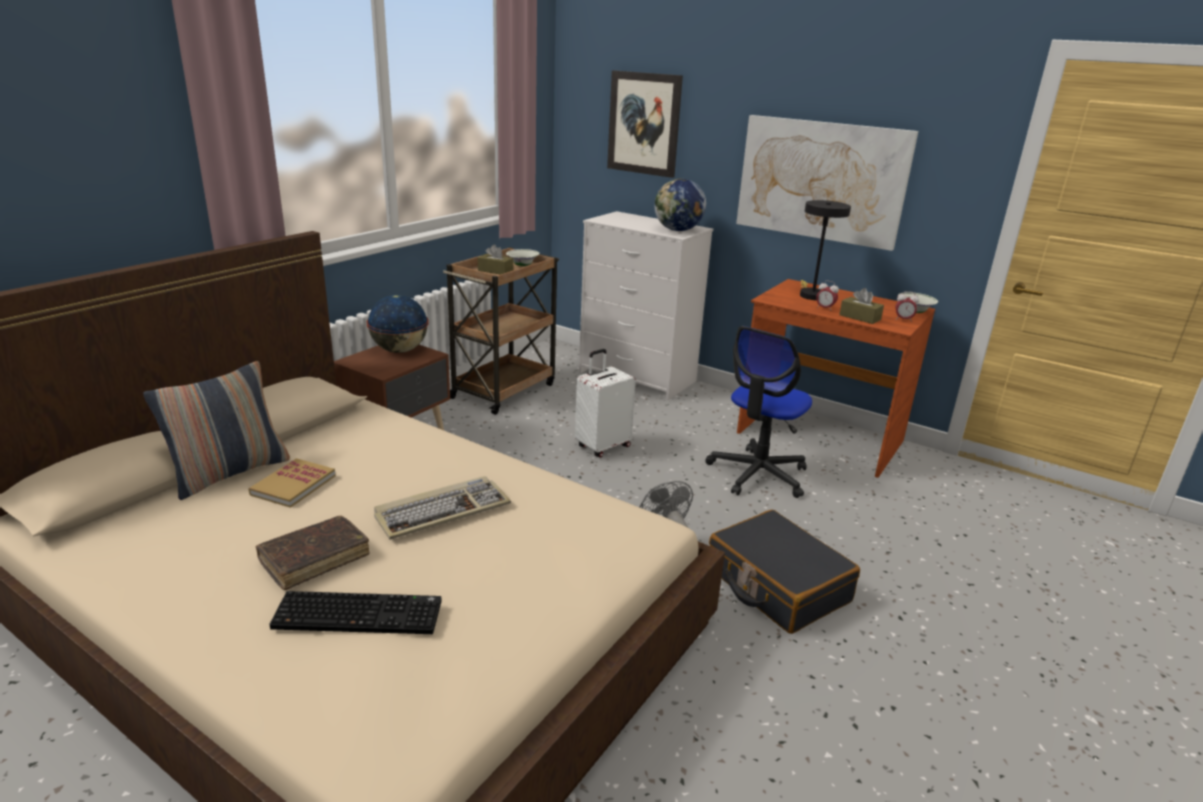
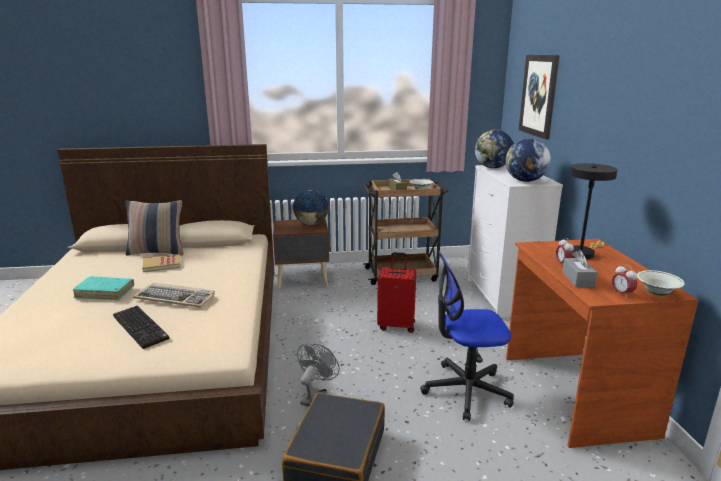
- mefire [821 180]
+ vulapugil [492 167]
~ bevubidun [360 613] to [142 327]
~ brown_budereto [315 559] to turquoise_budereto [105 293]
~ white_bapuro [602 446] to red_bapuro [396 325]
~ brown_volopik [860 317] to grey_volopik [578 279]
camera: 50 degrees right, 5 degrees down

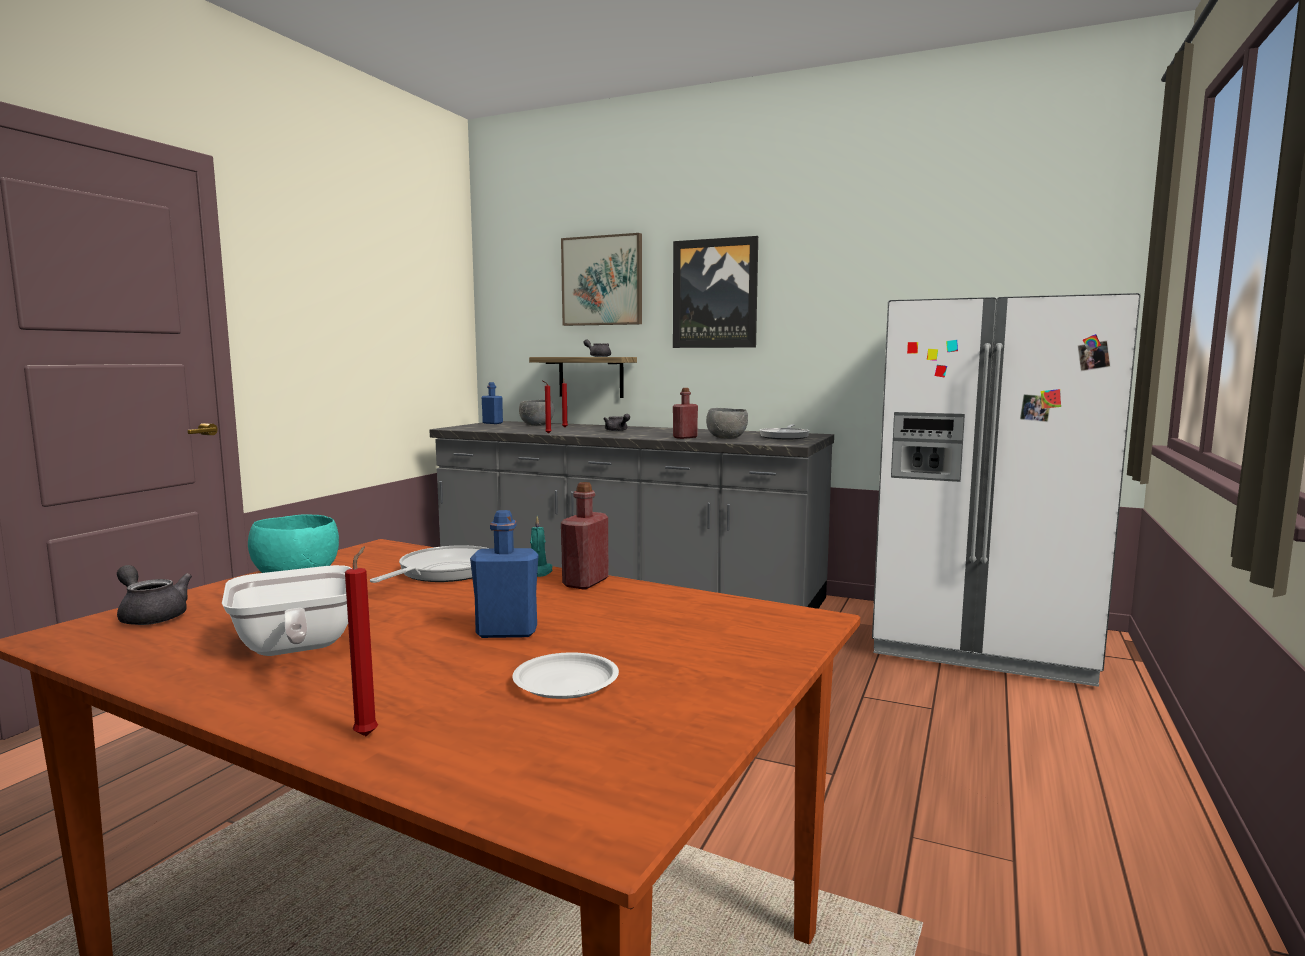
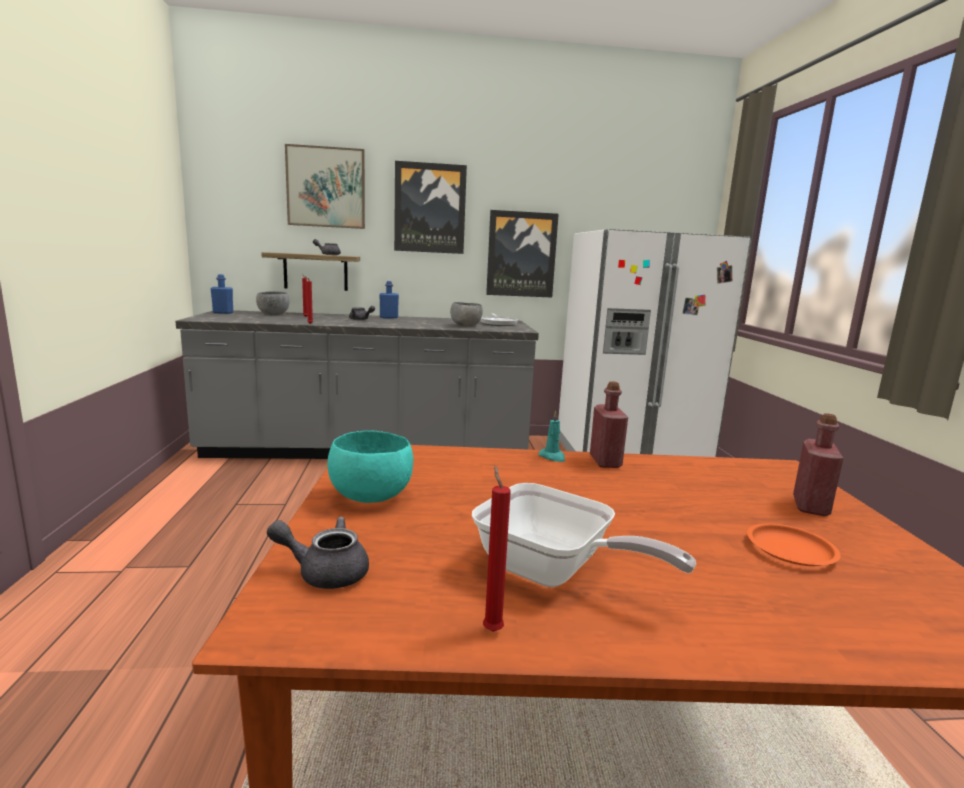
- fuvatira [444 572]
+ mefire [521 254]
~ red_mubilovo [368 734] to [491 629]
~ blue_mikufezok [507 632] to [389 317]
~ red_mikufezok [685 437] to [810 506]
~ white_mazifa [567 682] to orange_mazifa [790 549]
camera: 30 degrees left, 5 degrees up

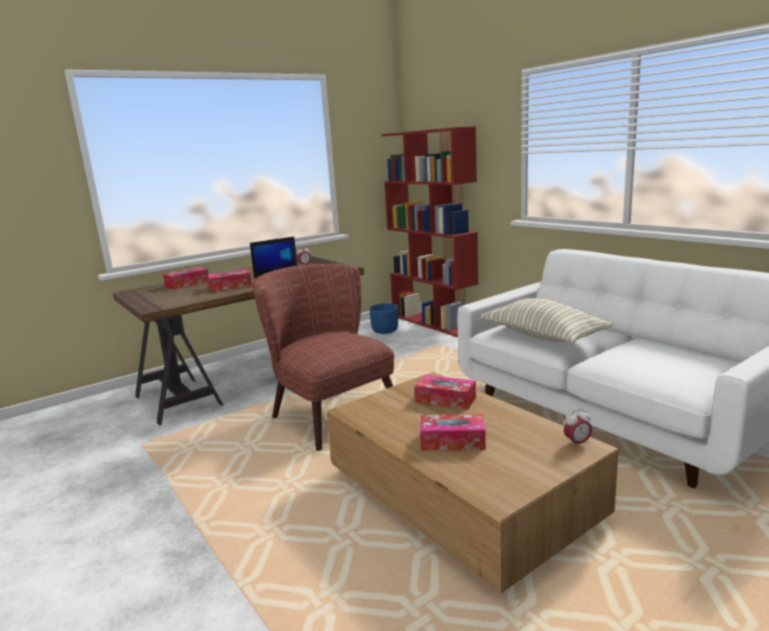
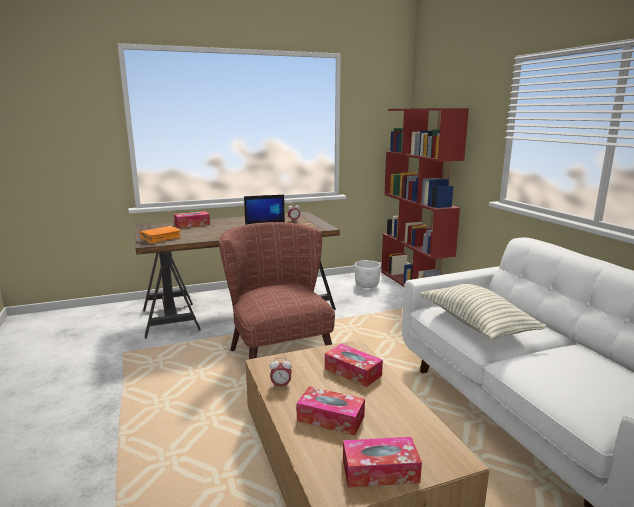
+ orange_budereto [161 239]
~ volopik [230 286] to [380 471]
~ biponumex [577 443] to [281 385]
~ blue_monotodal [385 331] to white_monotodal [367 285]
camera: 15 degrees right, 0 degrees up

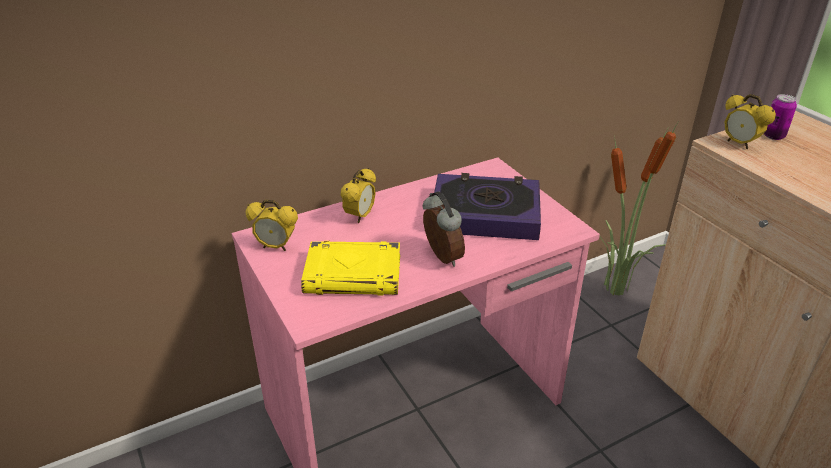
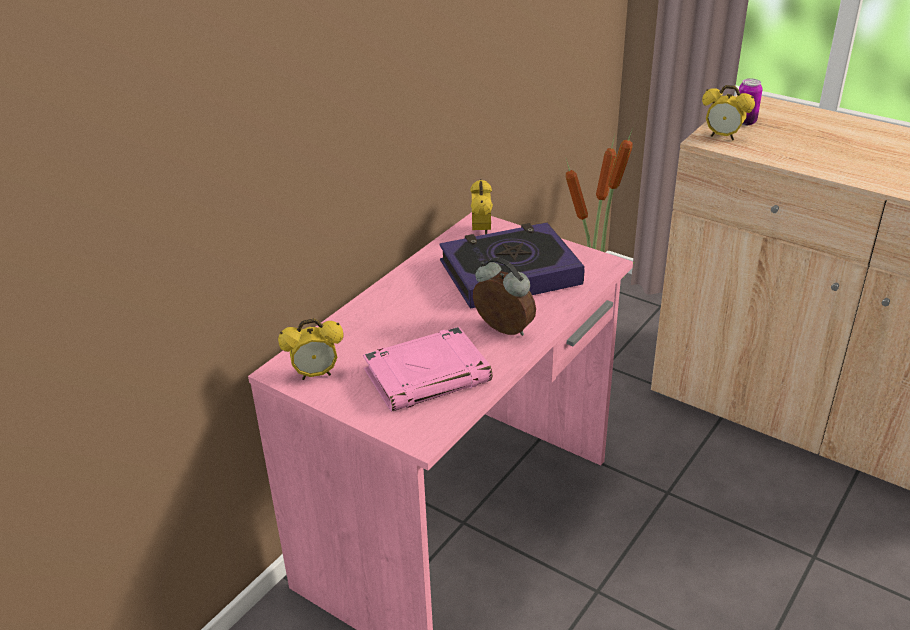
~ biponumex [360 217] to [481 232]
~ yellow_budereto [354 275] to pink_budereto [428 375]
camera: 25 degrees left, 0 degrees up

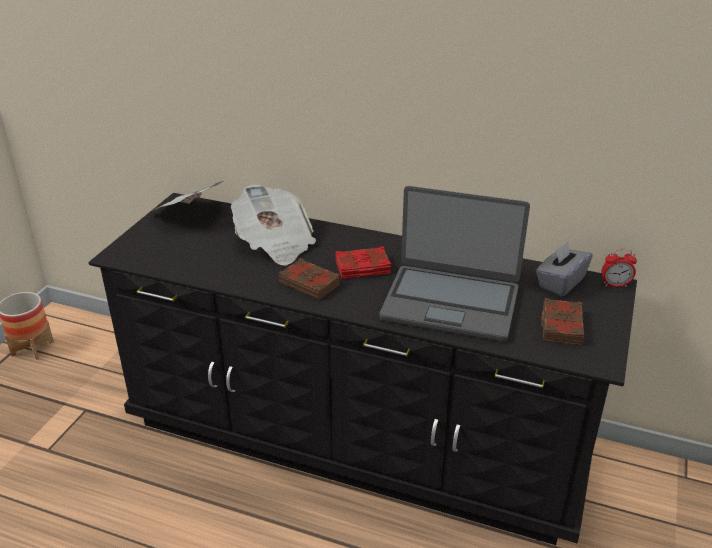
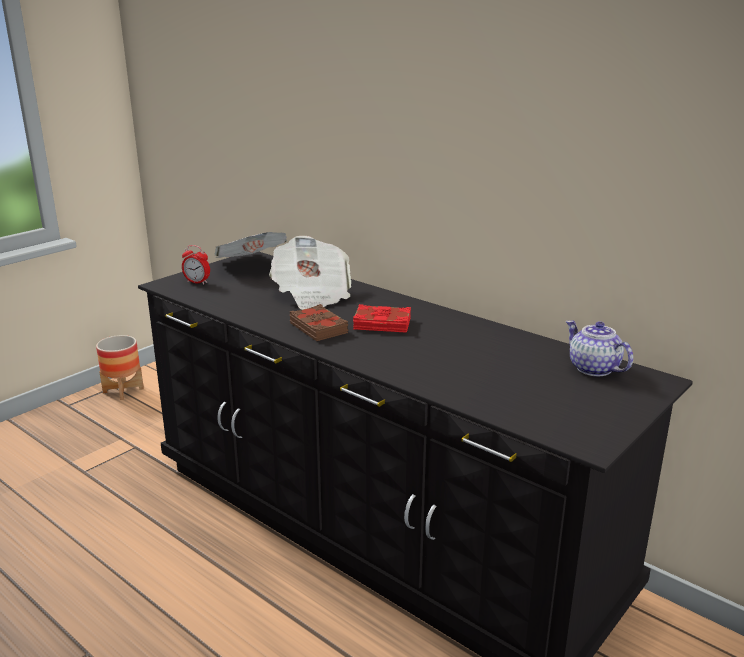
- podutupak [450 303]
- brown_budereto [560 326]
~ biponumex [615 285] to [197 282]
~ grey_volopik [560 283] to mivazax [593 368]
camera: 20 degrees right, 10 degrees down

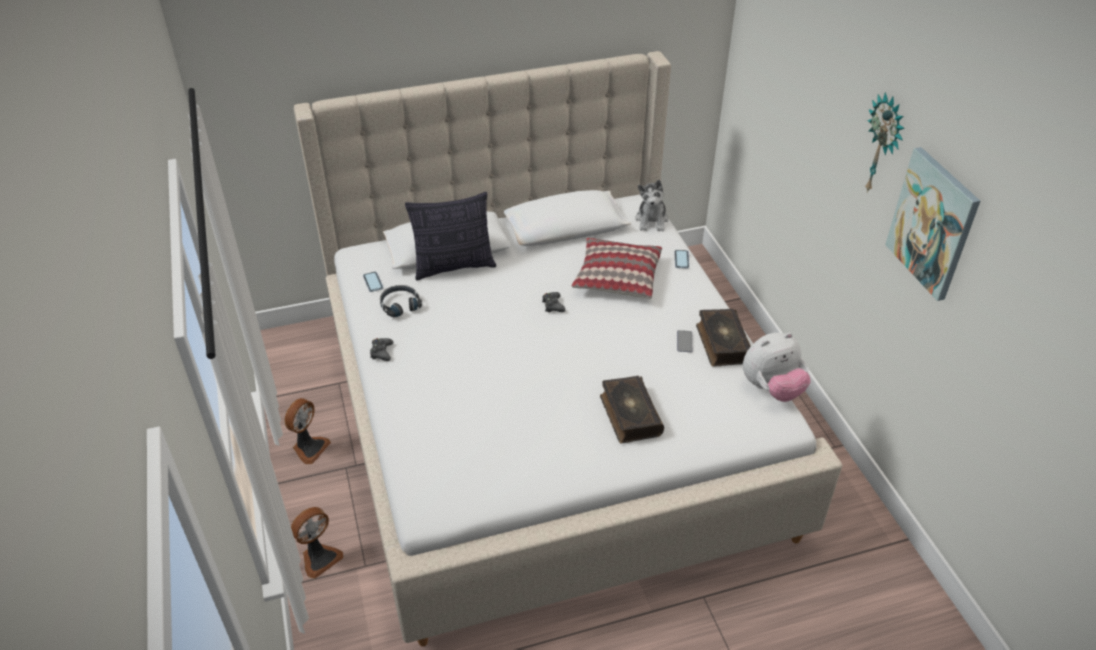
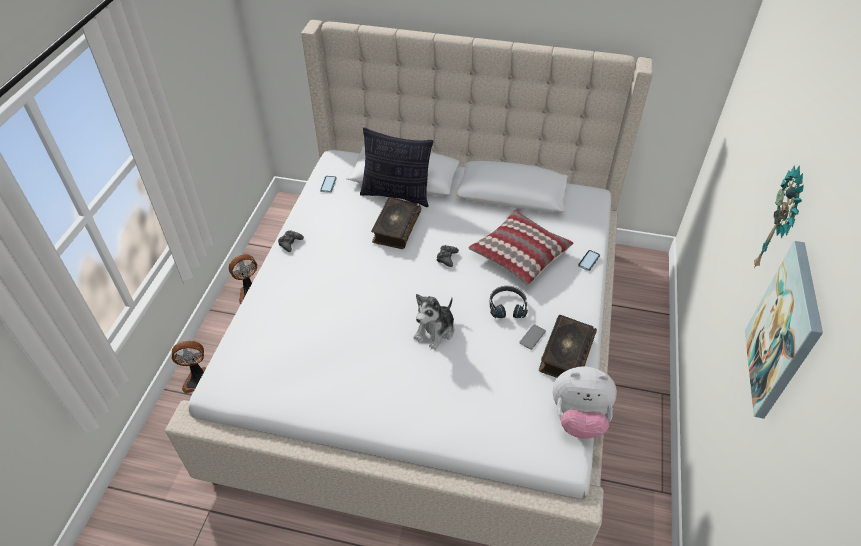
~ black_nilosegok [400 305] to [507 306]
~ budereto [629 415] to [395 228]
~ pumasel [652 220] to [435 331]
camera: 30 degrees right, 5 degrees up

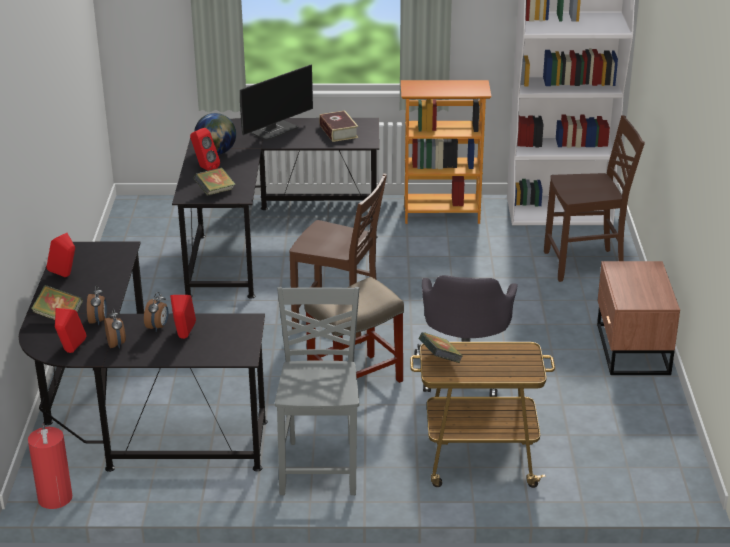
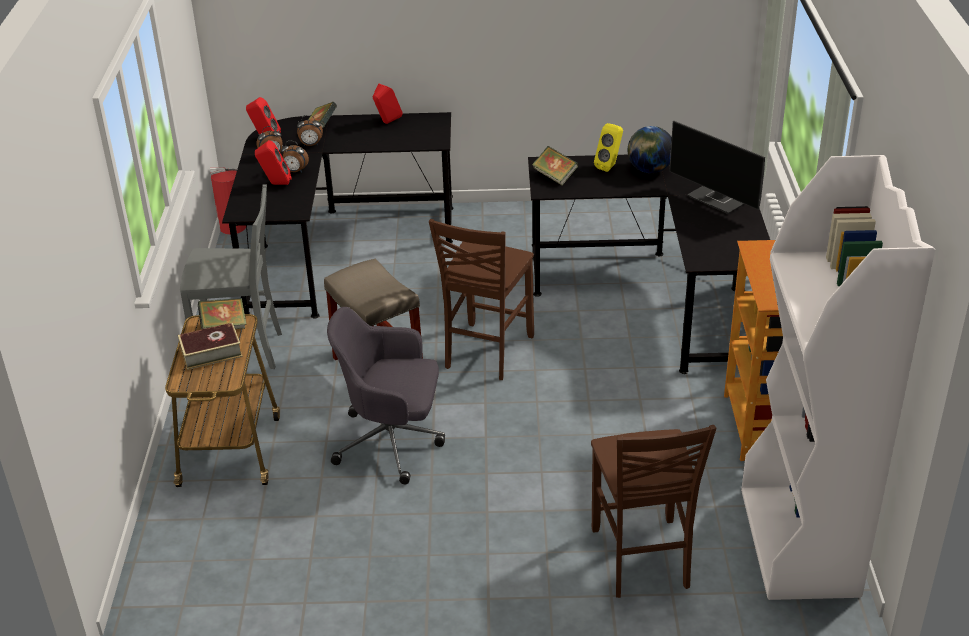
- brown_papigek [631 350]
~ budereto [338 131] to [211 352]
~ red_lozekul [204 168] to yellow_lozekul [609 166]
camera: 90 degrees right, 5 degrees up

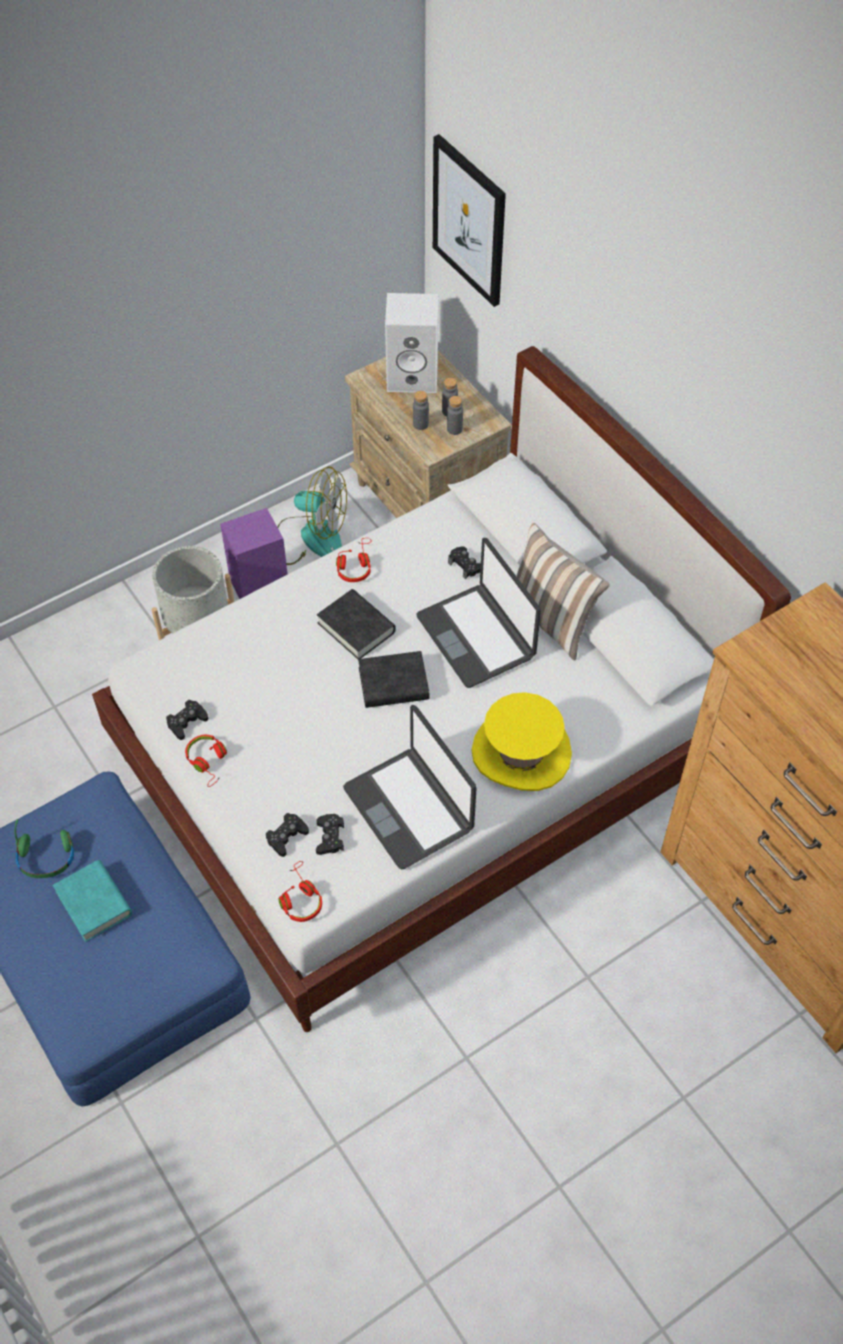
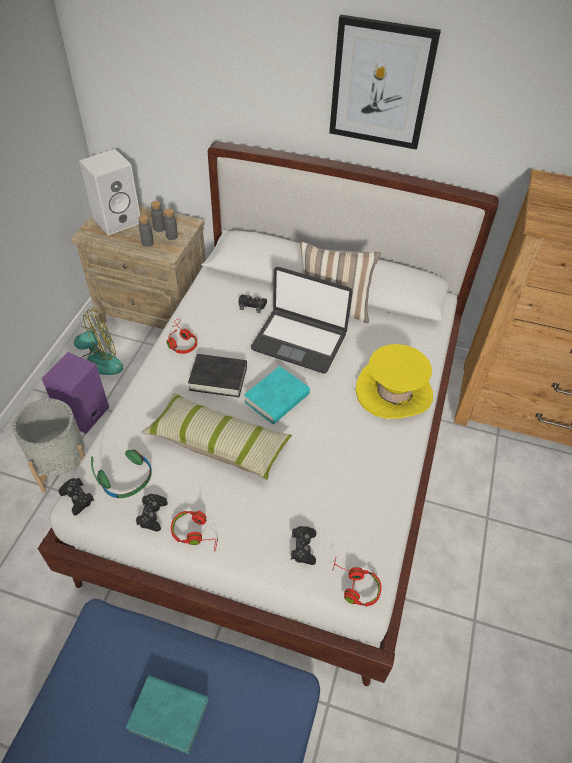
- podutupak [409 808]
+ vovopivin [218 443]
~ green_nilosegok [46 858] to [127 479]
~ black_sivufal [330 837] to [77 498]
~ mefire [469 220] to [381 84]
~ black_budereto [393 684] to turquoise_budereto [276 398]
camera: 40 degrees left, 5 degrees down

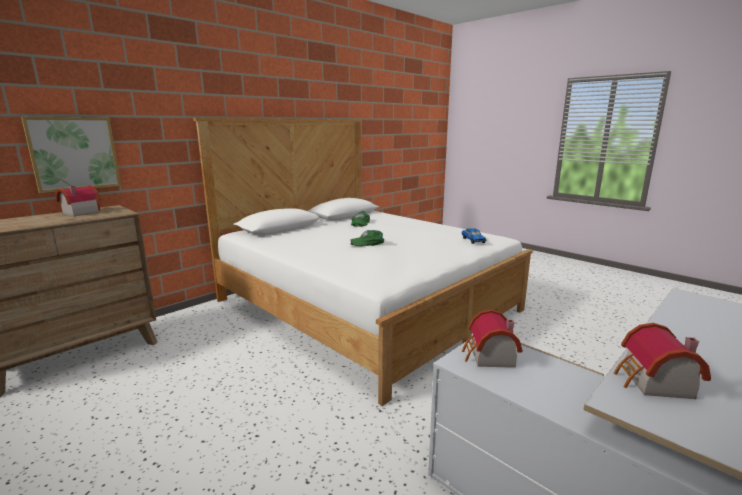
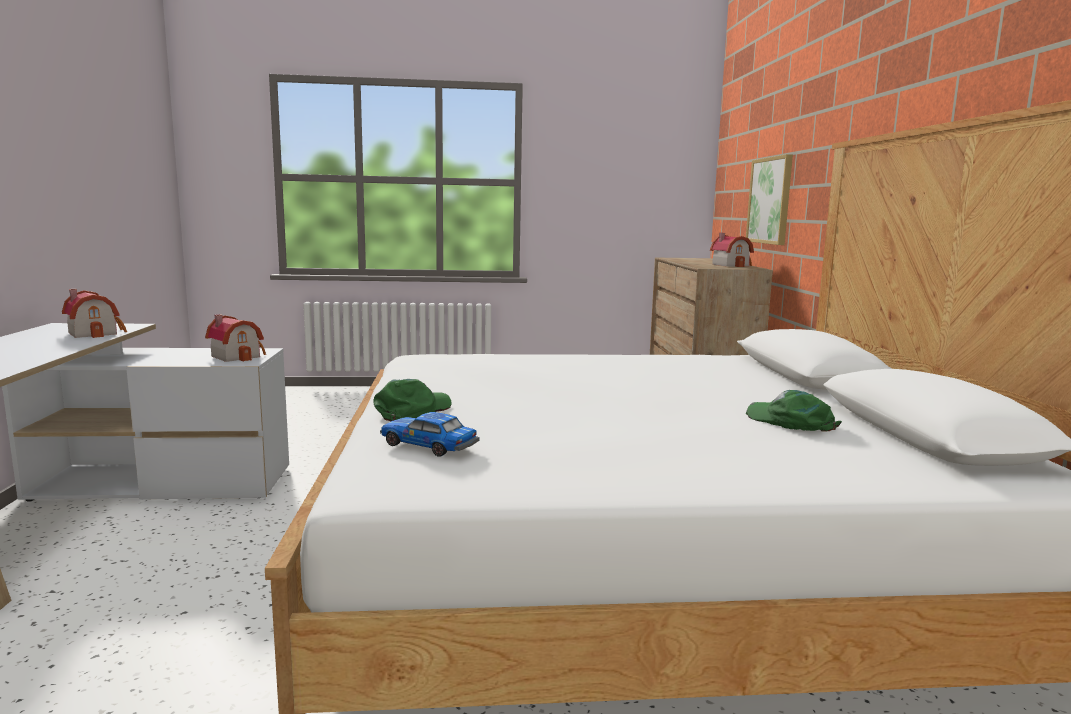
~ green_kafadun [368 243] to [413 410]
camera: 130 degrees right, 5 degrees down

